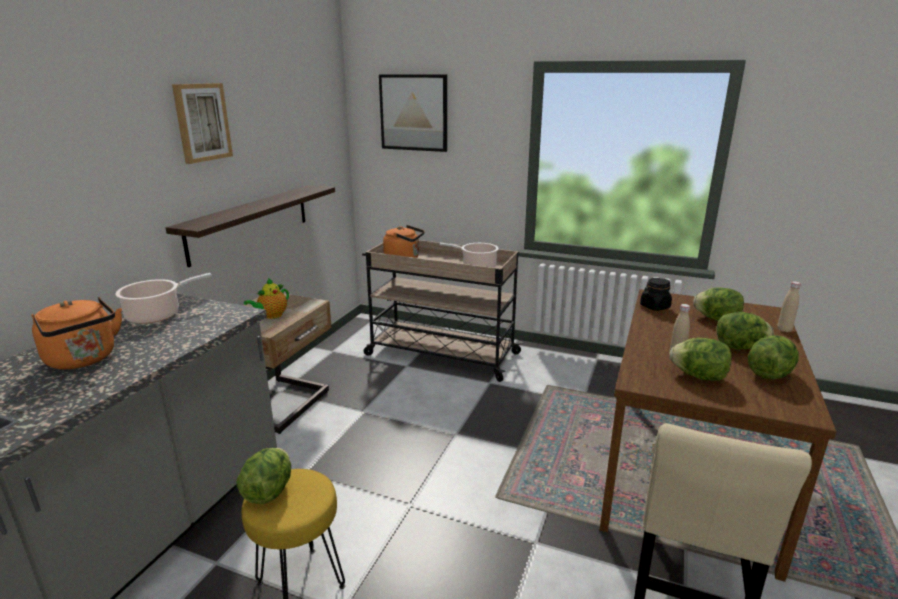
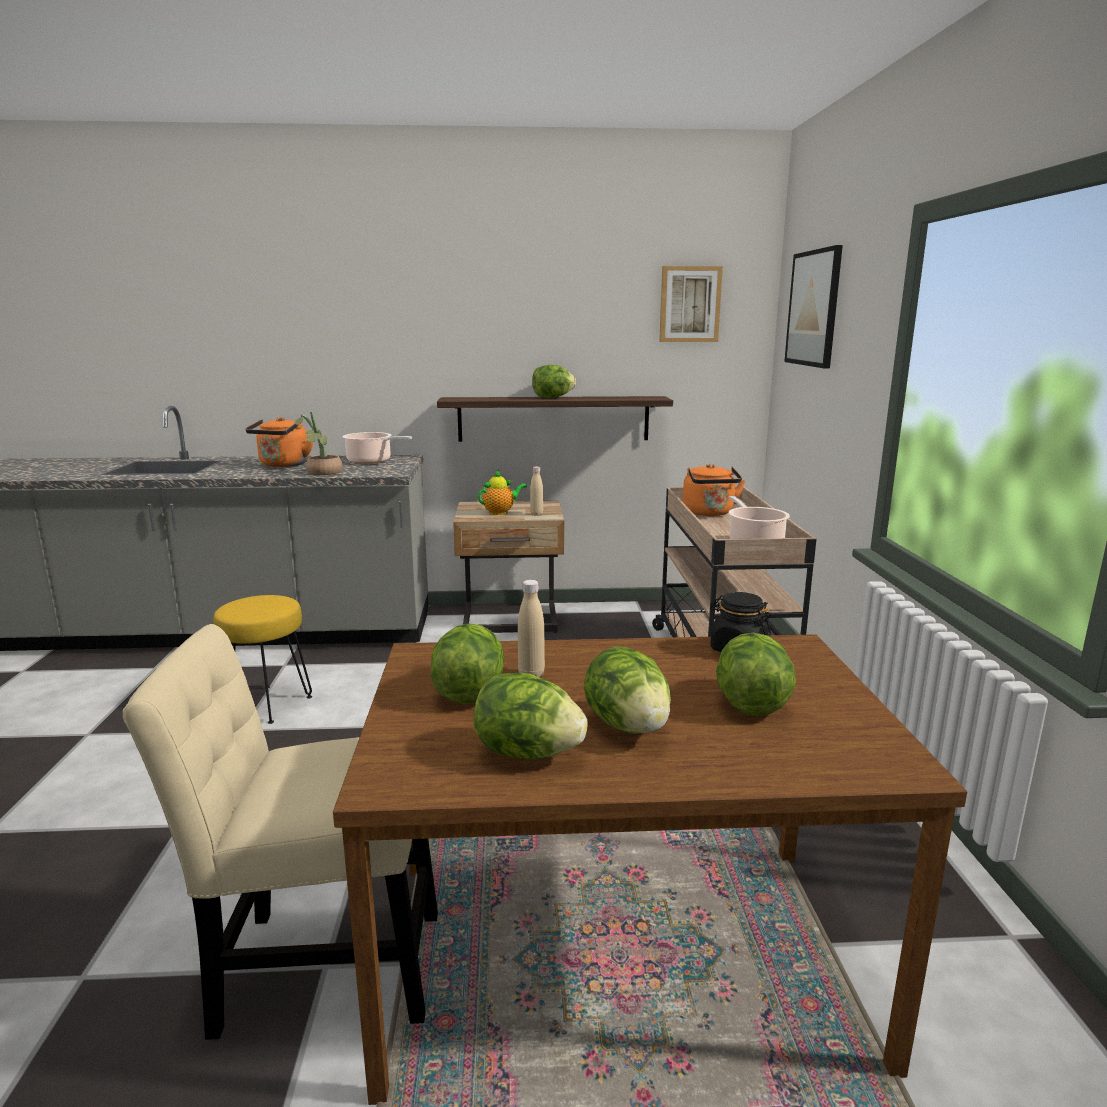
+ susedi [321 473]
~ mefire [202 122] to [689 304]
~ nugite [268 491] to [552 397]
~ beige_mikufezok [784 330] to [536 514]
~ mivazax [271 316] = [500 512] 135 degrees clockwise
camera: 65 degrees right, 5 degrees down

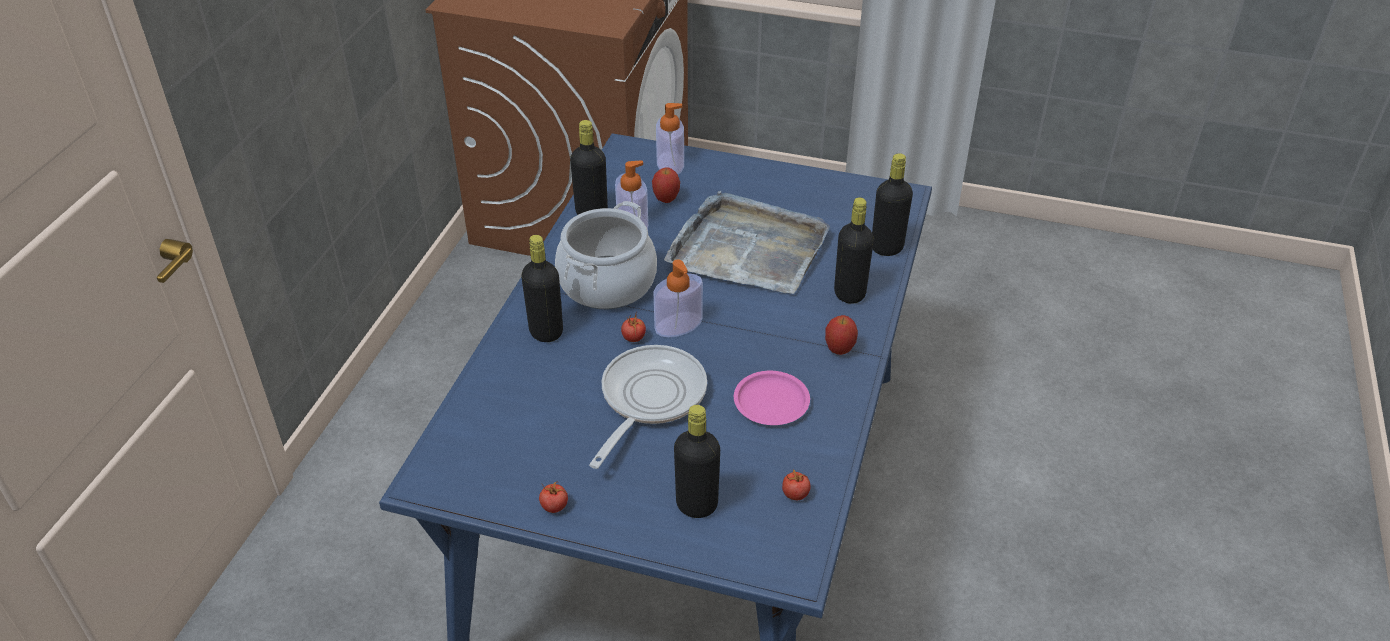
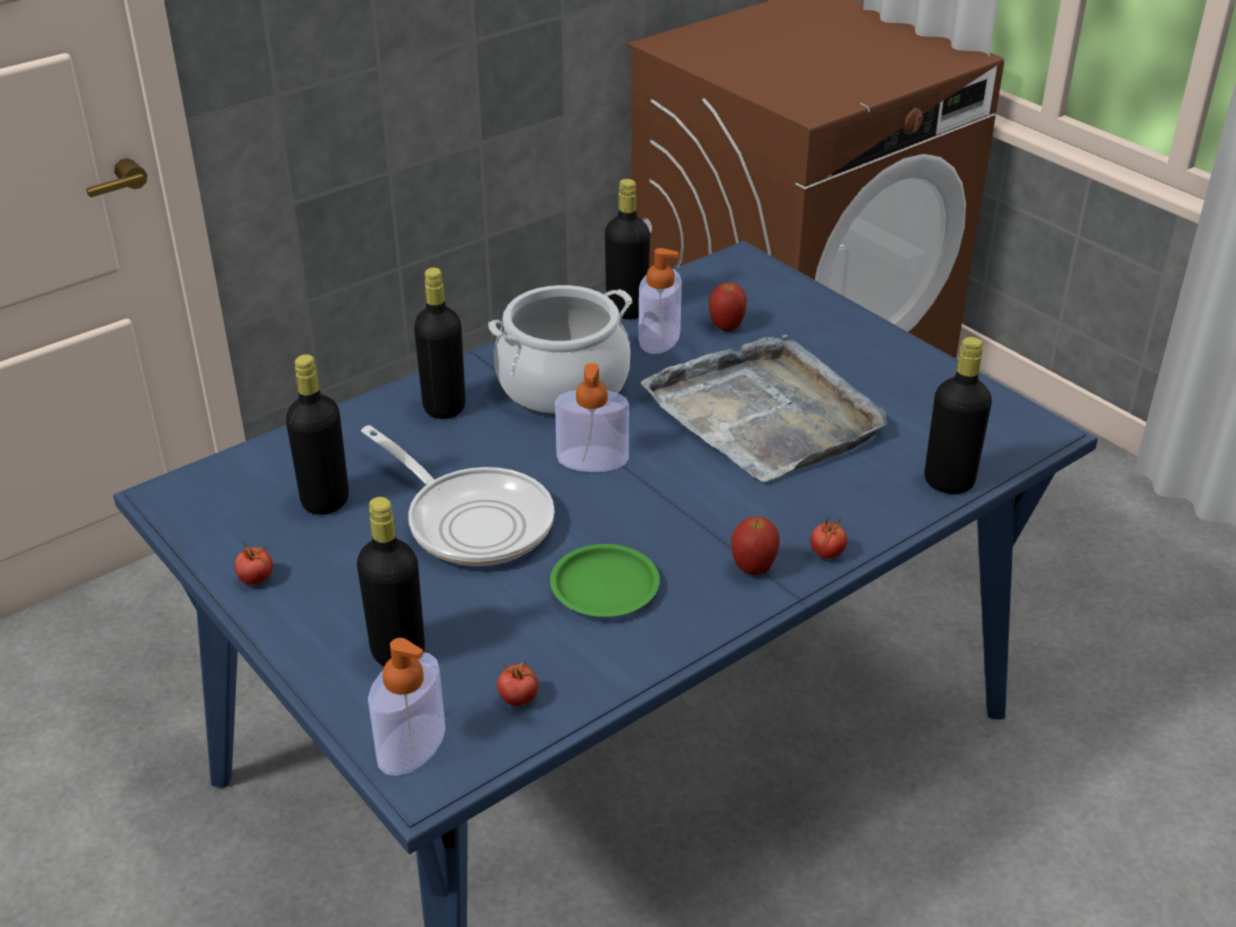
~ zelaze [634 338] to [827 554]
~ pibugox [670 164] to [411 745]
~ black_mikufezok [849 293] to [325 501]
~ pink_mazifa [771 402] to green_mazifa [606 587]
~ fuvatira [649 399] = [472 520] 75 degrees clockwise
camera: 35 degrees right, 5 degrees down

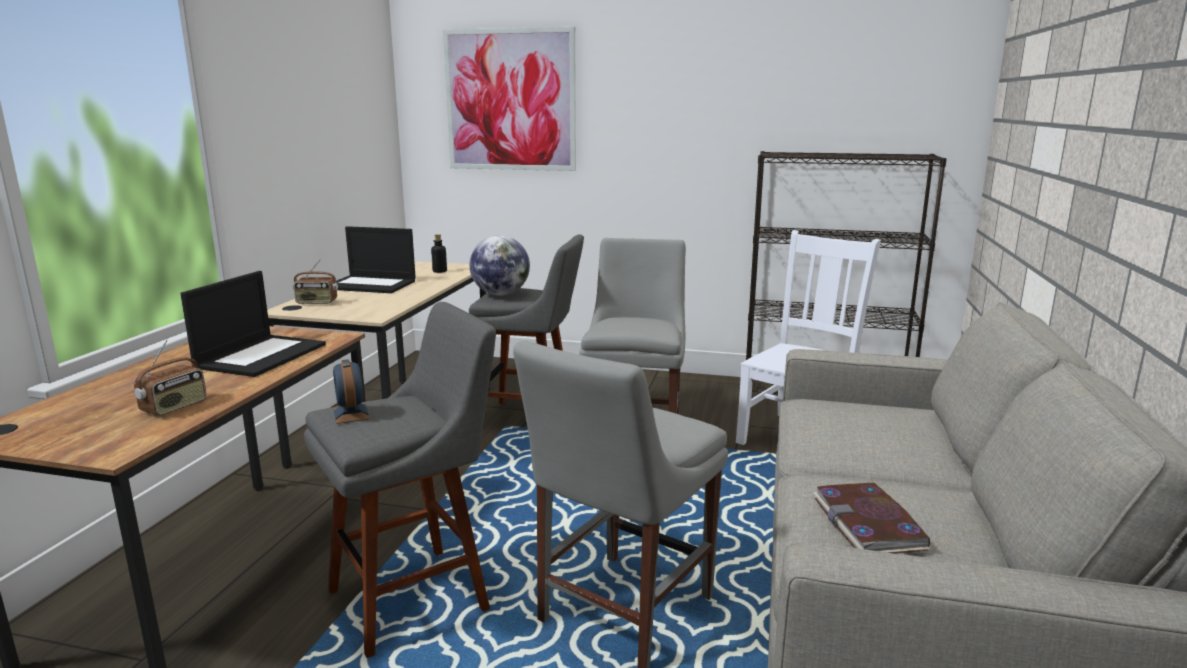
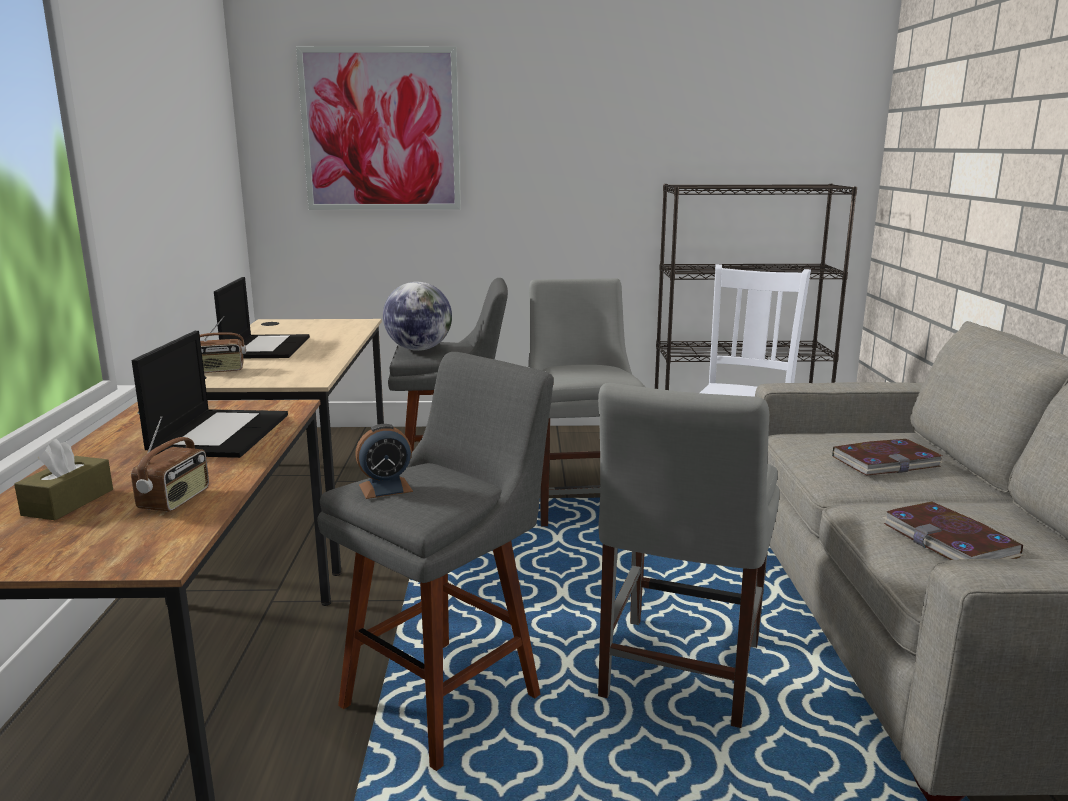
- mikufezok [439 271]
+ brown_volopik [68 502]
+ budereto [885 461]
~ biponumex [351 414] = [385 488] 75 degrees counterclockwise
~ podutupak [372 285] = [266 347] 90 degrees counterclockwise
camera: 15 degrees left, 0 degrees up

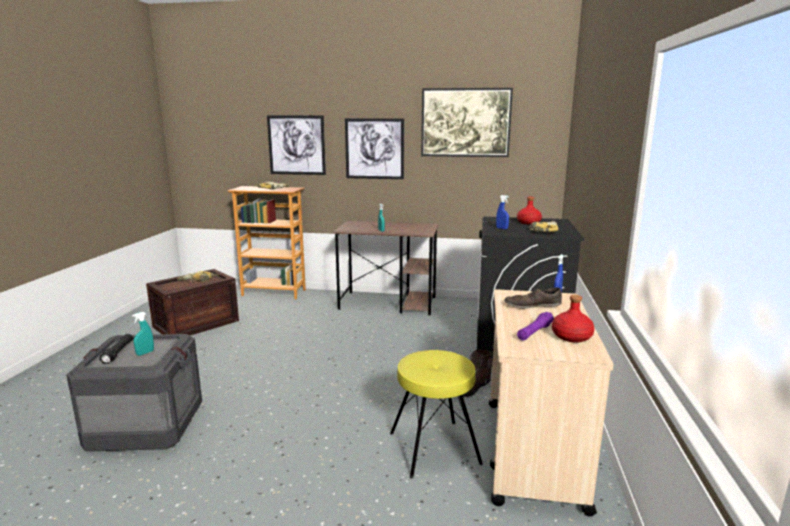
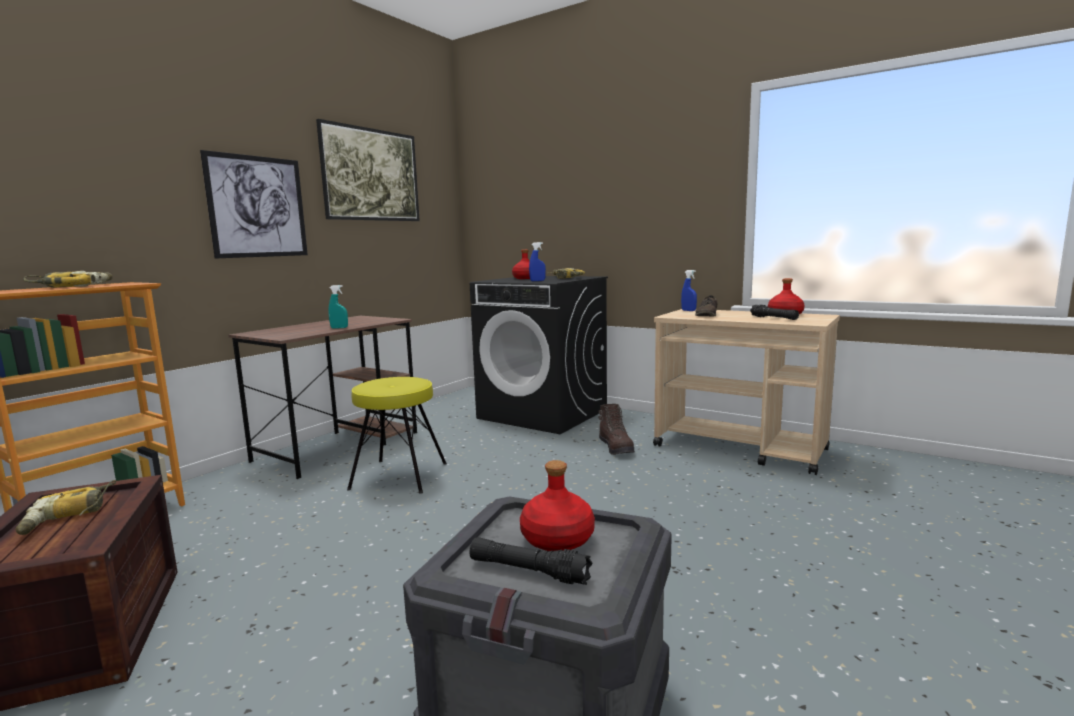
- mefire [296 145]
~ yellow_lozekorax [434 448] to [399 476]
~ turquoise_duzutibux [145 353] to red_mikufezok [557 539]
~ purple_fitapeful [535 332] to black_fitapeful [774 318]
camera: 65 degrees left, 5 degrees down

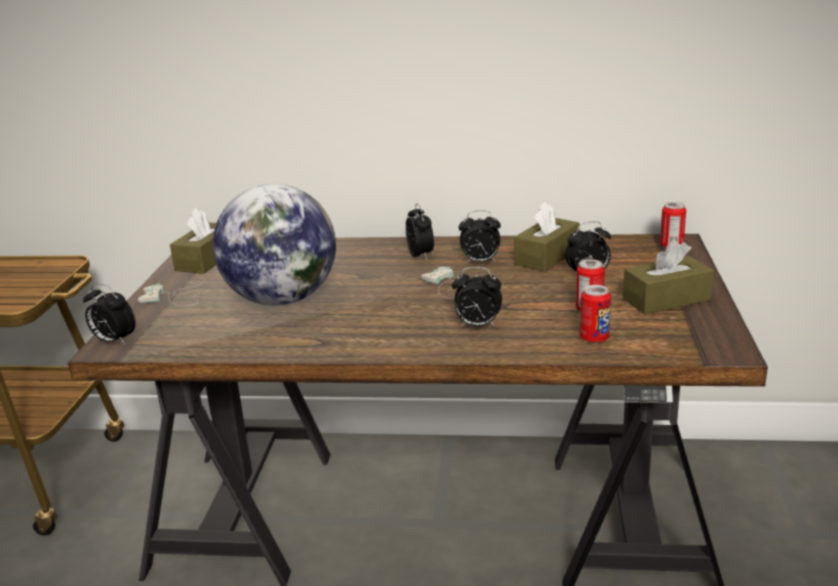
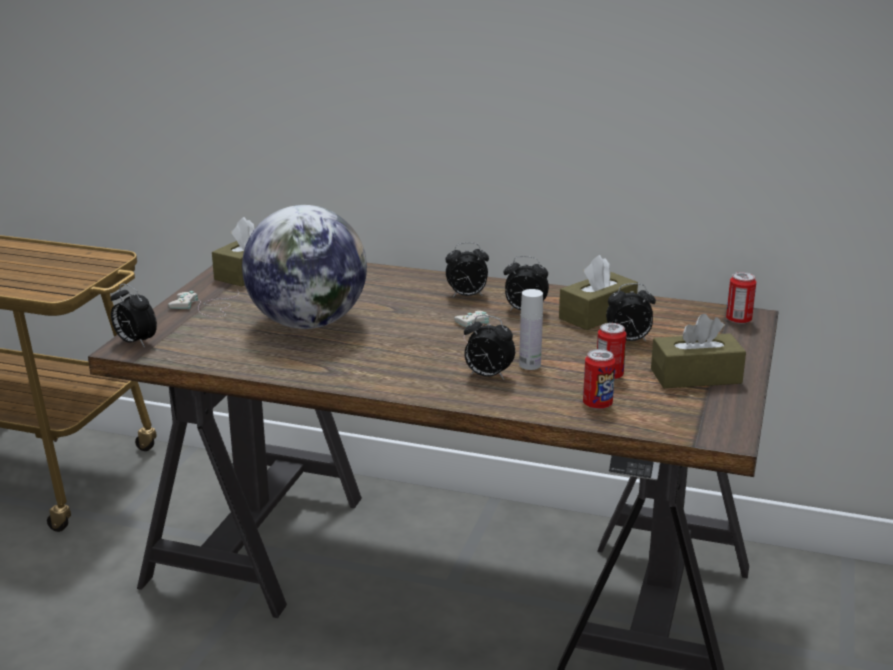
+ white_mikufezok [530 365]
~ biponumex [421 256] = [466 296] 90 degrees clockwise
camera: 10 degrees right, 0 degrees up

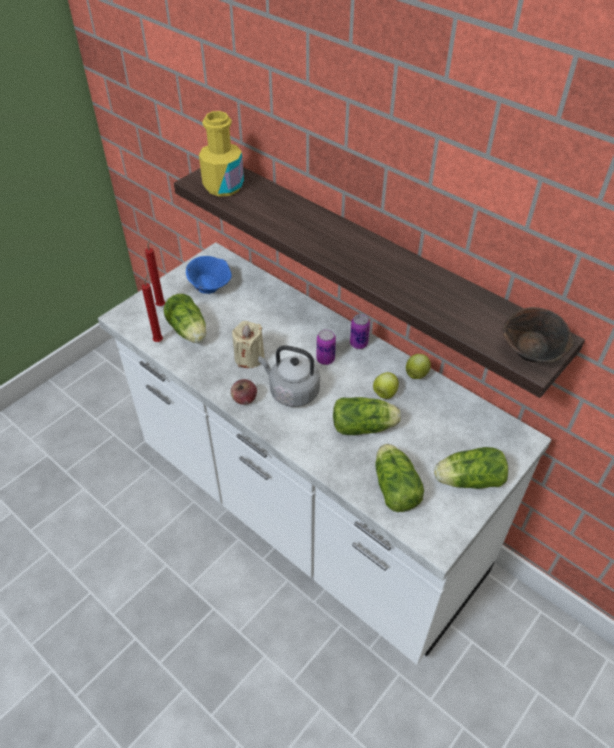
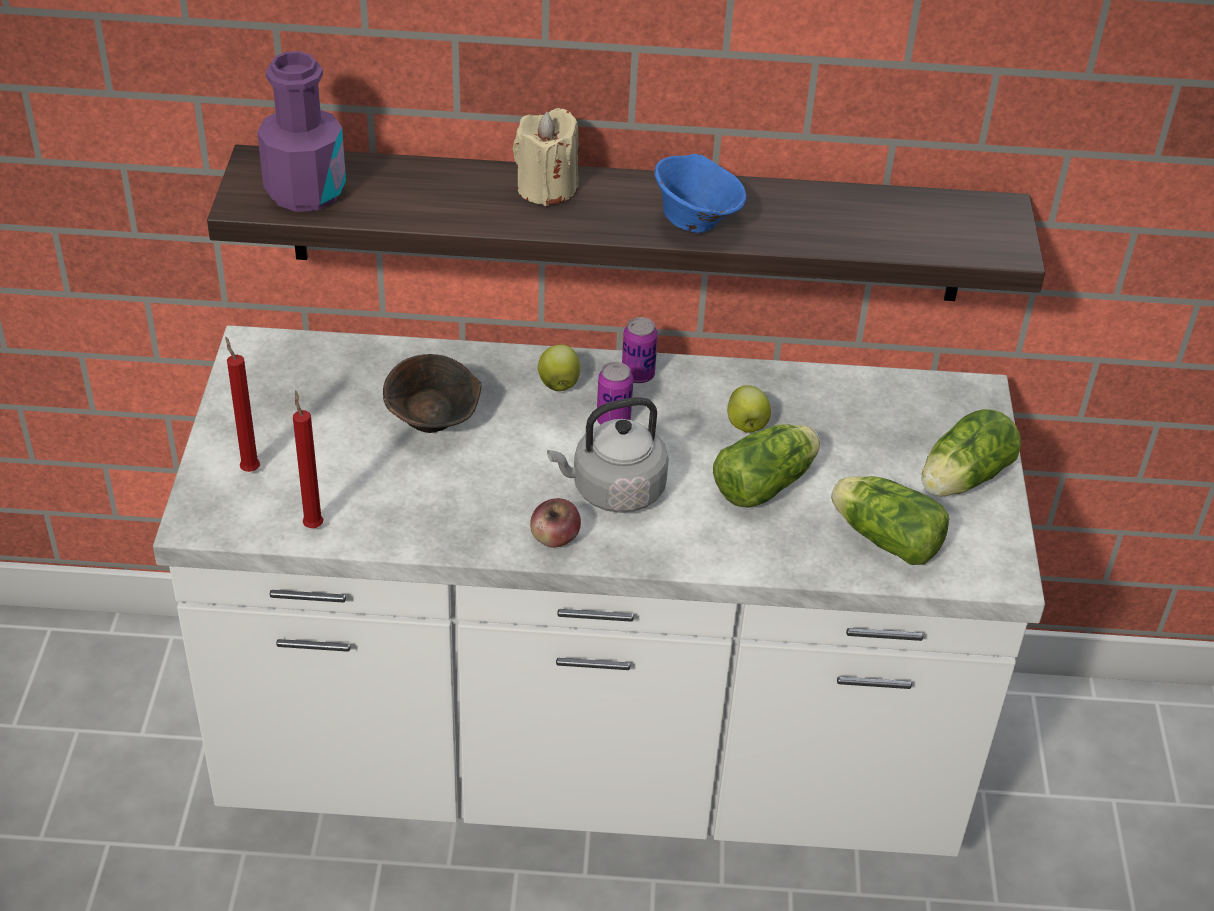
- nugite [189 331]
~ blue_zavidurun [210 288] to [695 221]
~ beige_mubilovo [249 357] to [546 188]
~ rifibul [416 374] to [558 384]
~ brown_zavidurun [531 354] to [433 422]
~ yellow_mikufezok [223 186] to purple_mikufezok [305 191]
camera: 40 degrees left, 5 degrees down

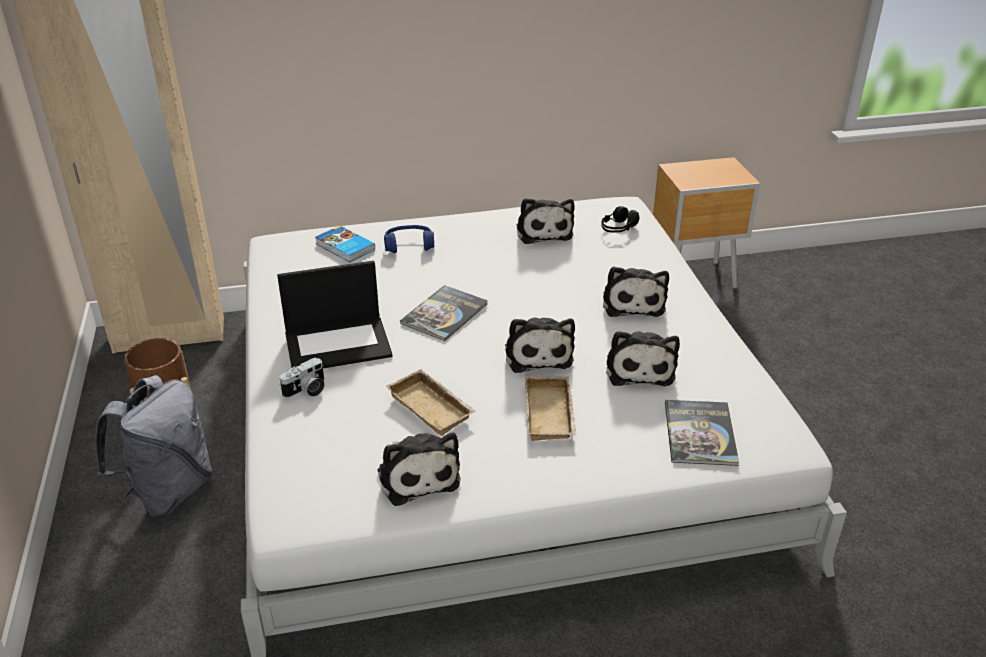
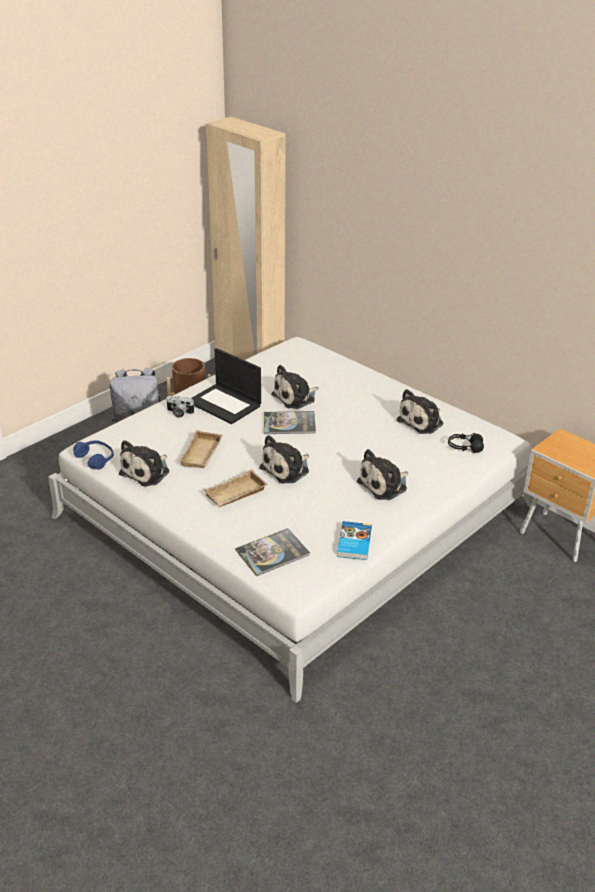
~ budereto [344 247] to [353 543]
~ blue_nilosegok [409 245] to [95 459]
~ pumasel [639 368] to [295 397]
camera: 55 degrees right, 0 degrees up

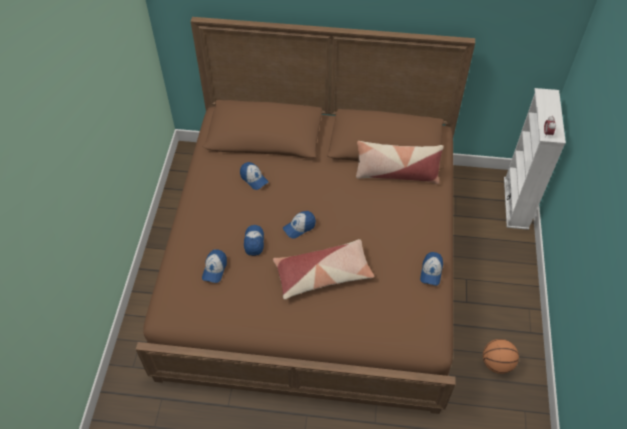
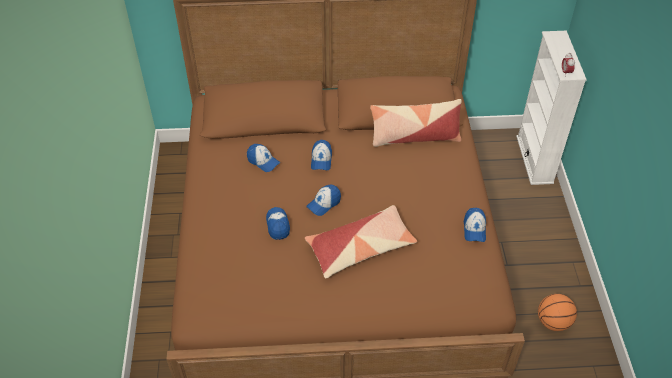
~ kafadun [214 269] to [321 160]
camera: 10 degrees left, 5 degrees down

